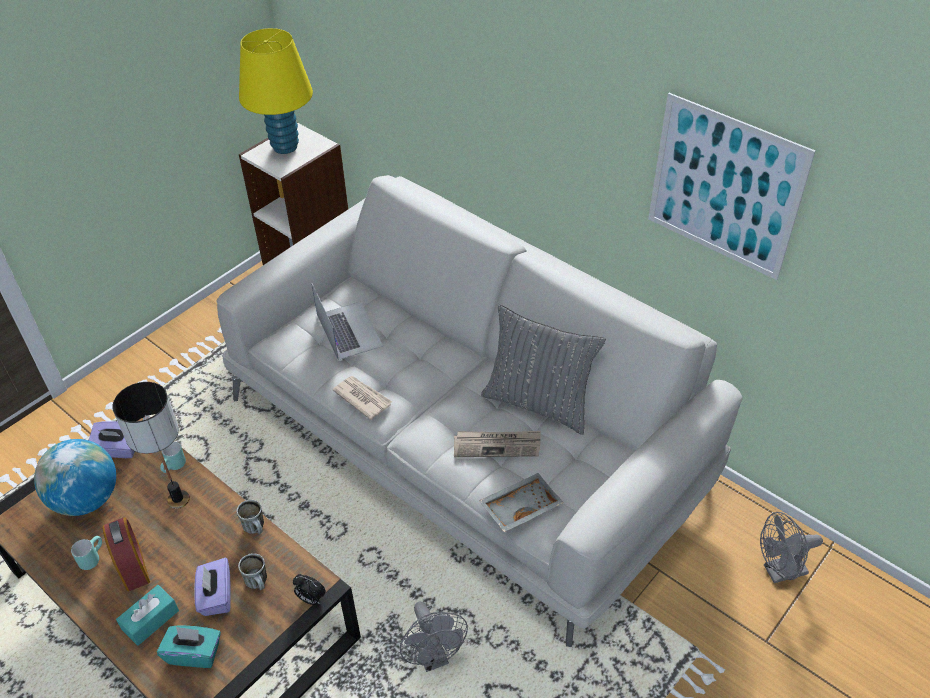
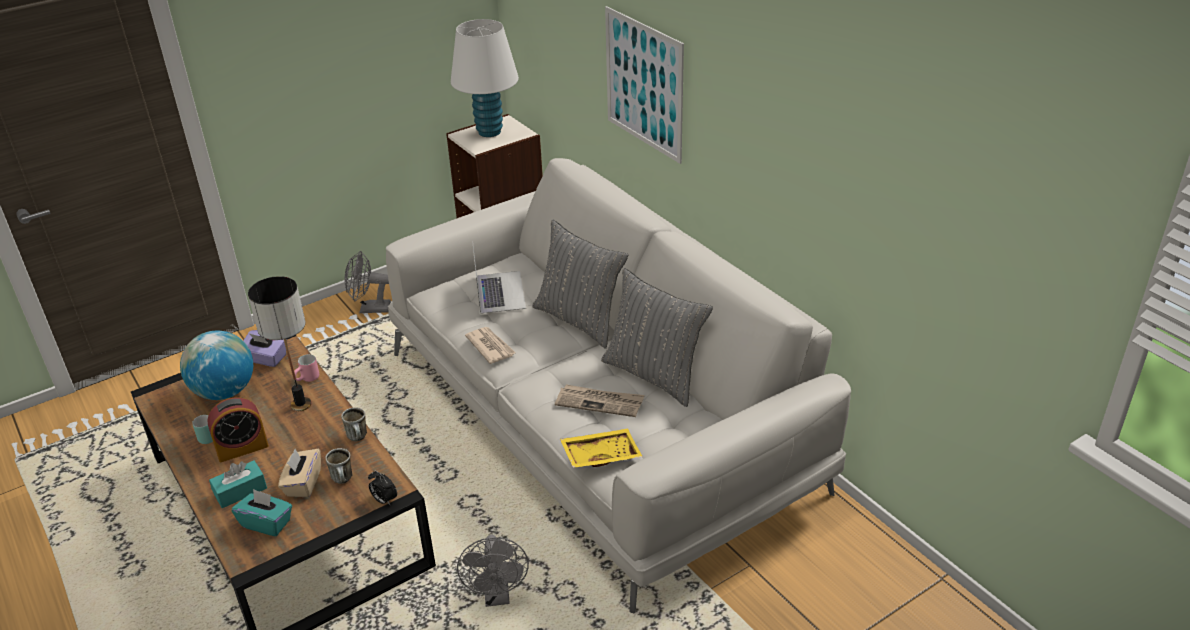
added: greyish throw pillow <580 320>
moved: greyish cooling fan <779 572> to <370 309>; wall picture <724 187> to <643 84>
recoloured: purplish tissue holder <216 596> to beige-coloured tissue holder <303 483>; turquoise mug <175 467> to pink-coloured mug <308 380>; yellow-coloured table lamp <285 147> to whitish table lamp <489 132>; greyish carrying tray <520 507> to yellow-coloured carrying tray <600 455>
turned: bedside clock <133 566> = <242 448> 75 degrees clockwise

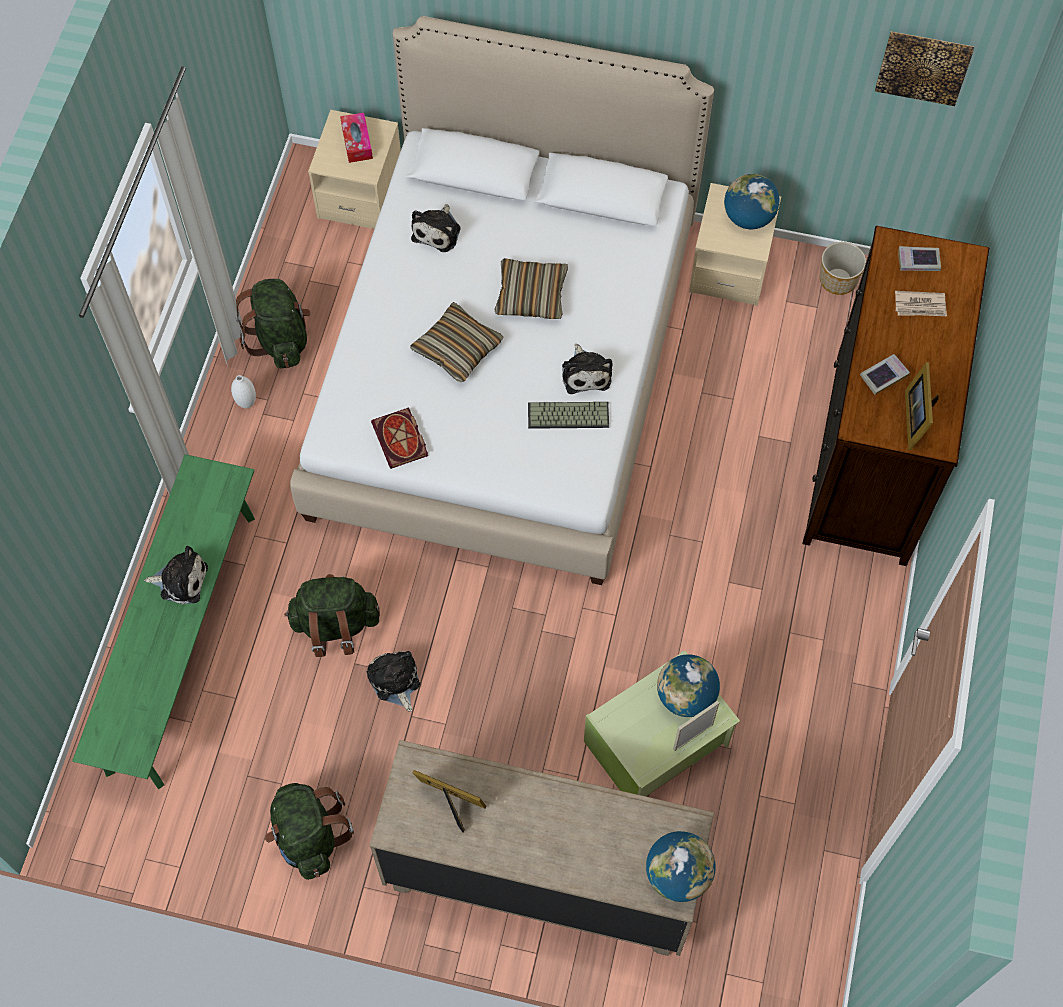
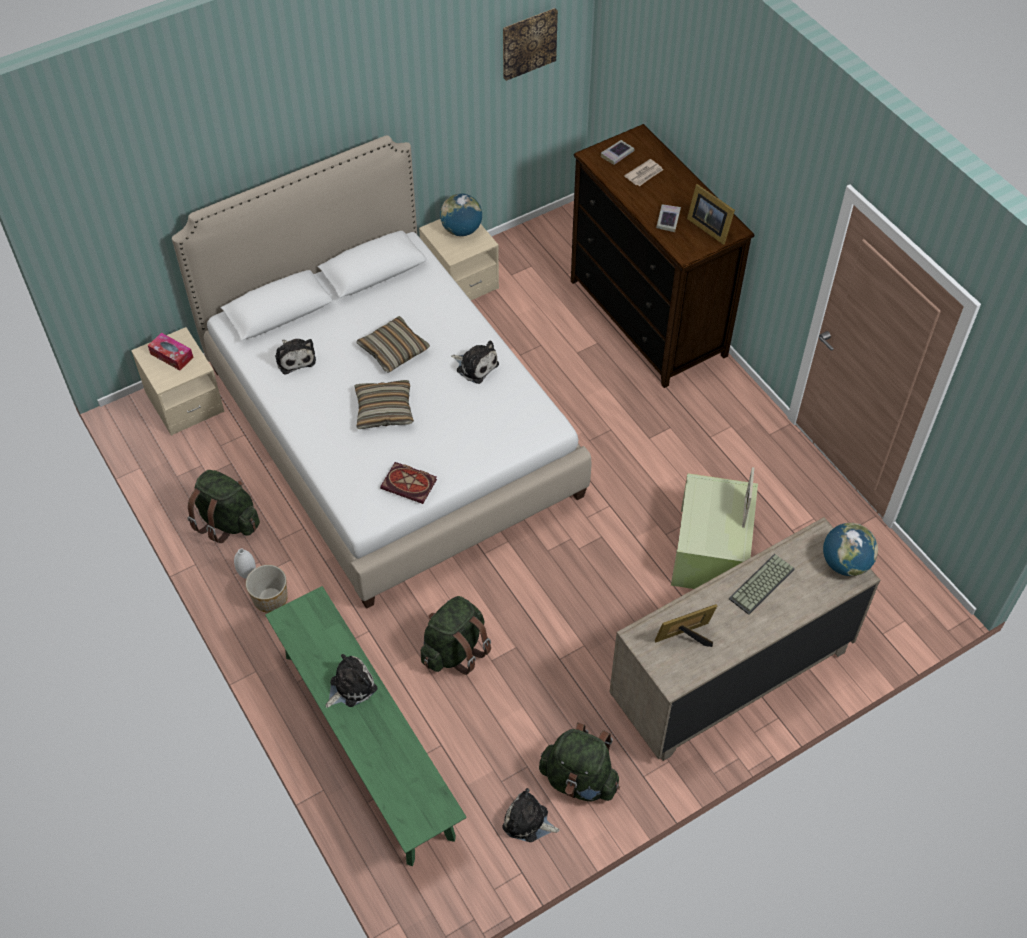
removed: desk globe <686 696>
moved: flower pot <837 280> to <270 599>; soft toy <395 681> to <528 822>; keyboard <567 417> to <762 585>

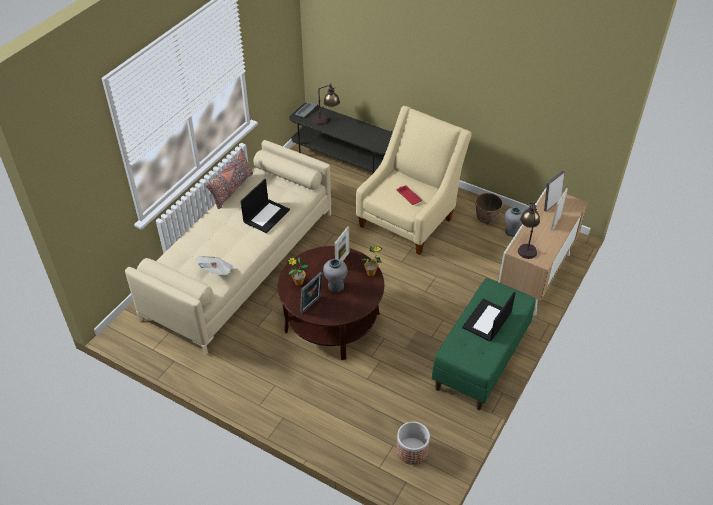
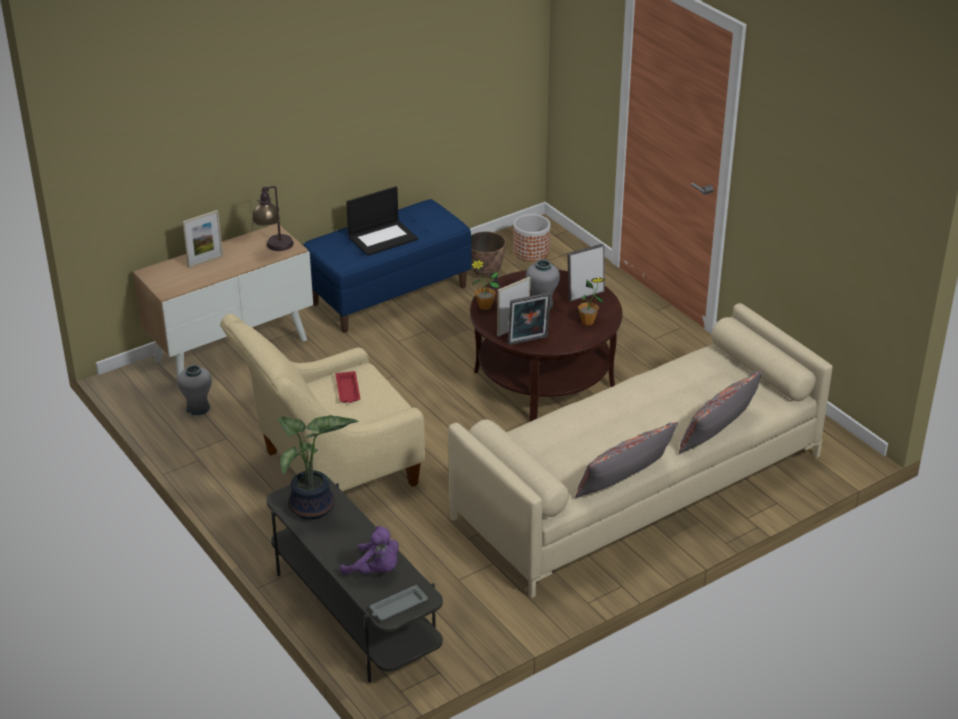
removed: daily paper <217 272>; portable computer <266 215>
added: plant in a pot <313 509>; greyish throw pillow <718 431>
moved: flower pot <486 220> to <485 273>; photo frame <551 204> to <528 341>
replaced: table lamp <326 121> to purplish soft toy <375 570>
recoloured: green-coloured long seat <481 360> to blue-coloured long seat <389 294>

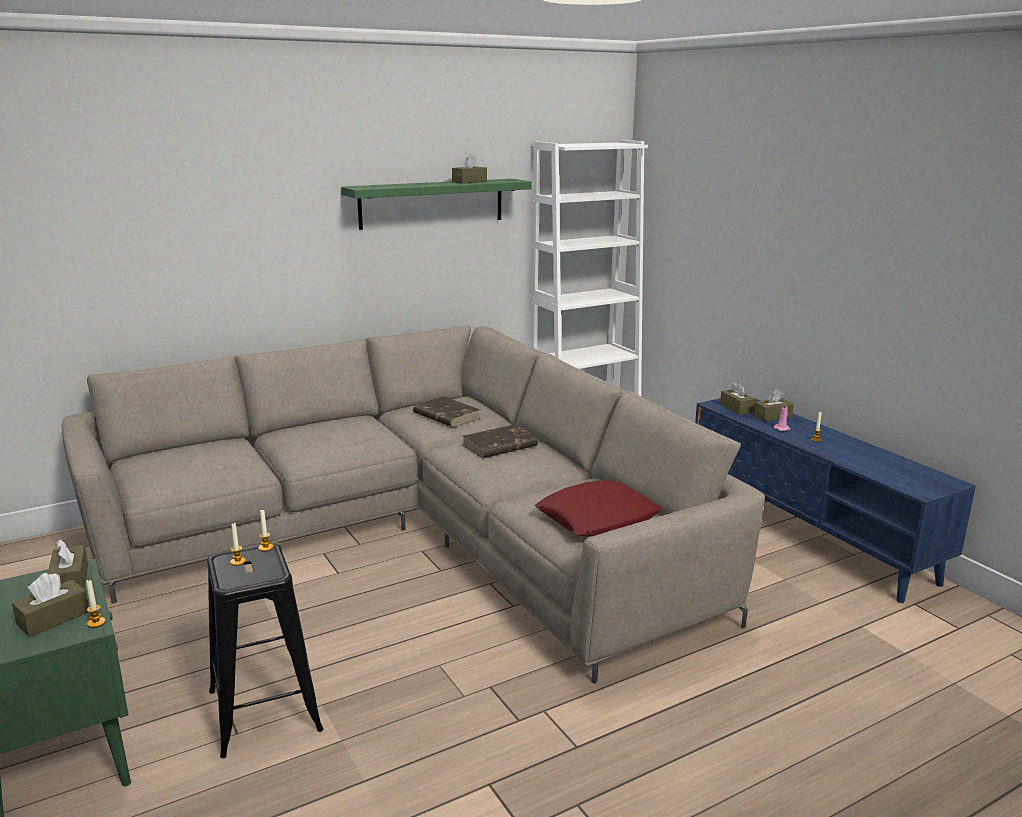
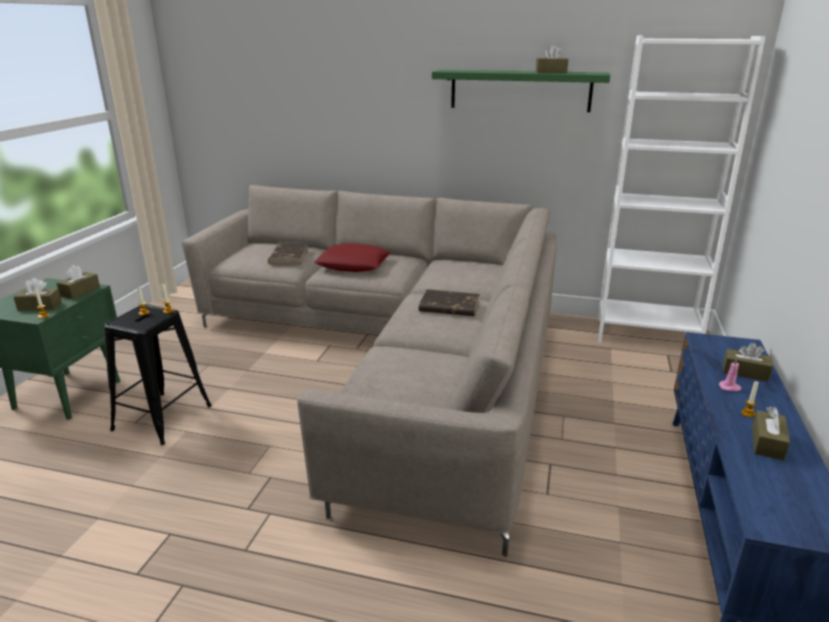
moved: brownish book <446 415> to <288 256>; red throw pillow <598 518> to <353 264>; brownish tissue holder <736 408> to <767 443>

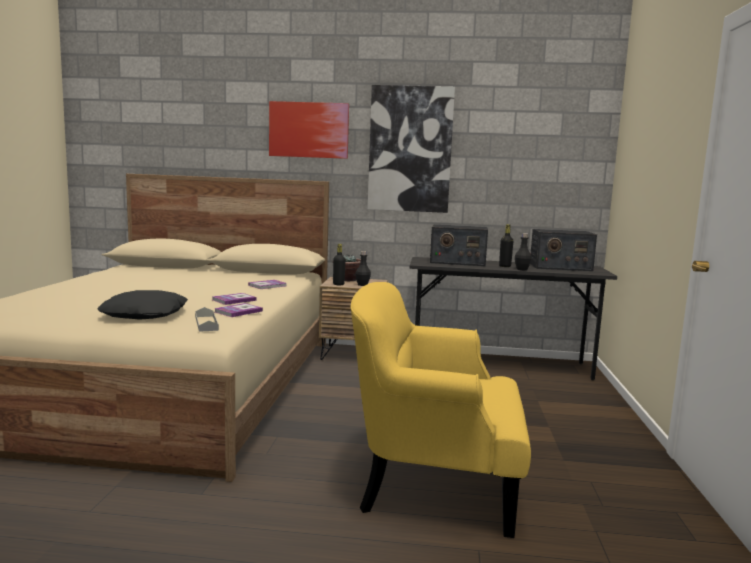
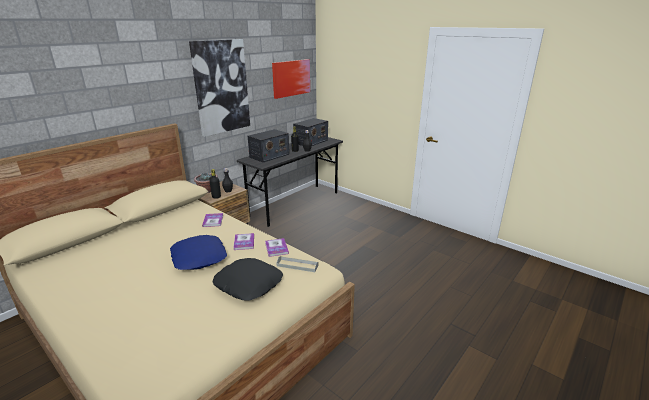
removed: yellow-coloured easy chair <433 484>
added: blue-coloured throw pillow <199 257>
moved: wall picture <309 130> to <291 78>

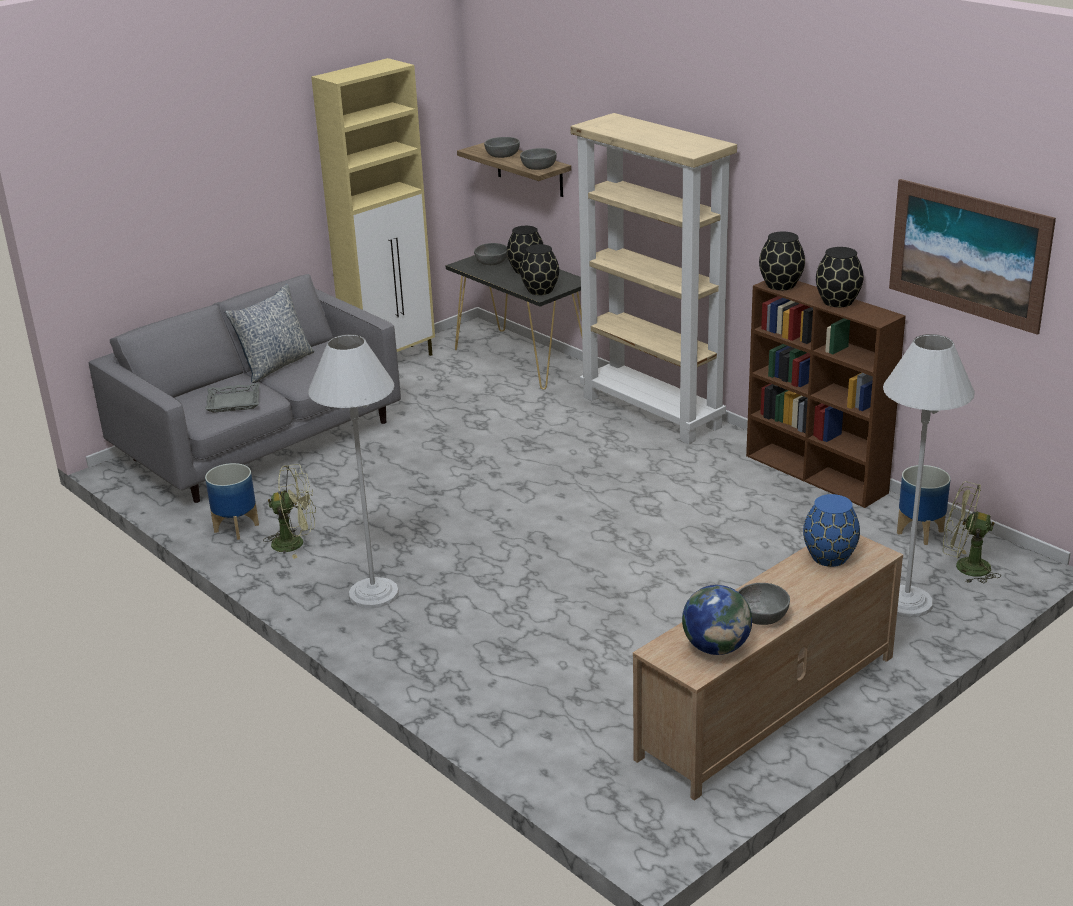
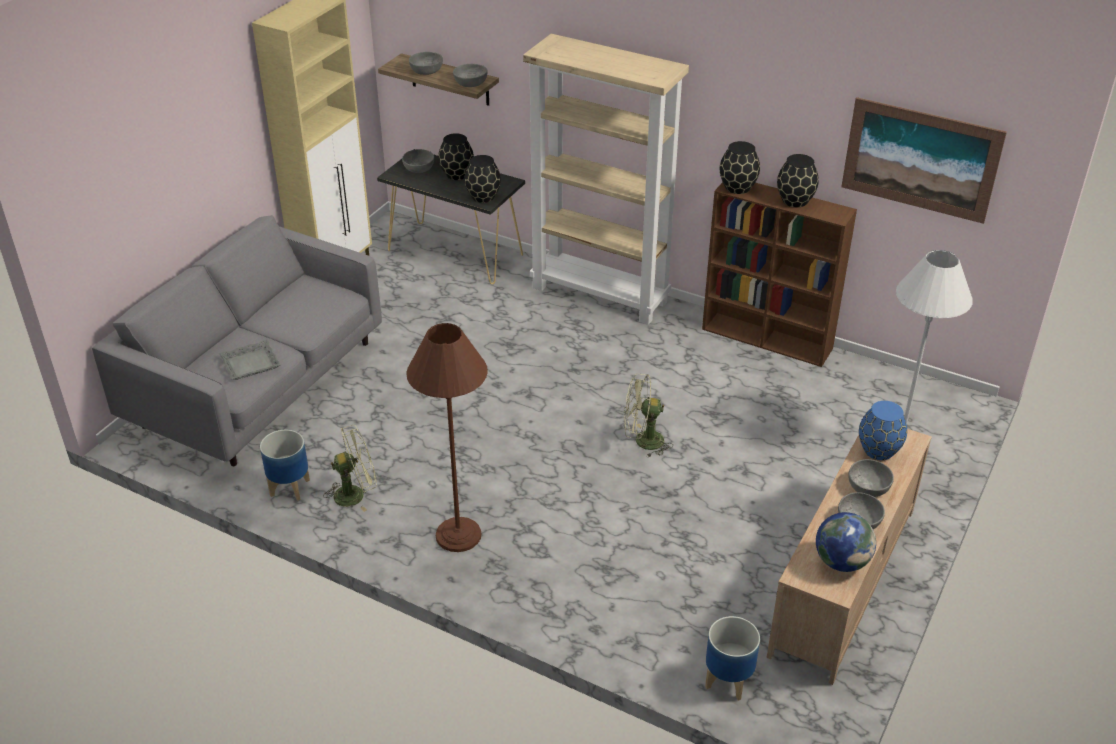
removed: throw pillow <275 365>
added: greyish deep dish <868 487>
moved: green-coloured cooling fan <964 567> to <642 441>; flower pot <921 532> to <729 681>
recoloured: whitish floor lamp <373 594> to brownish floor lamp <458 535>

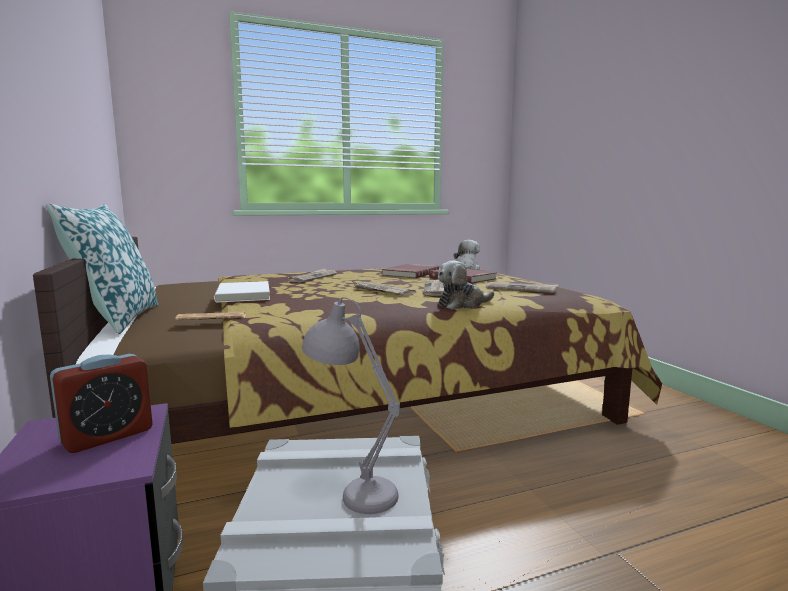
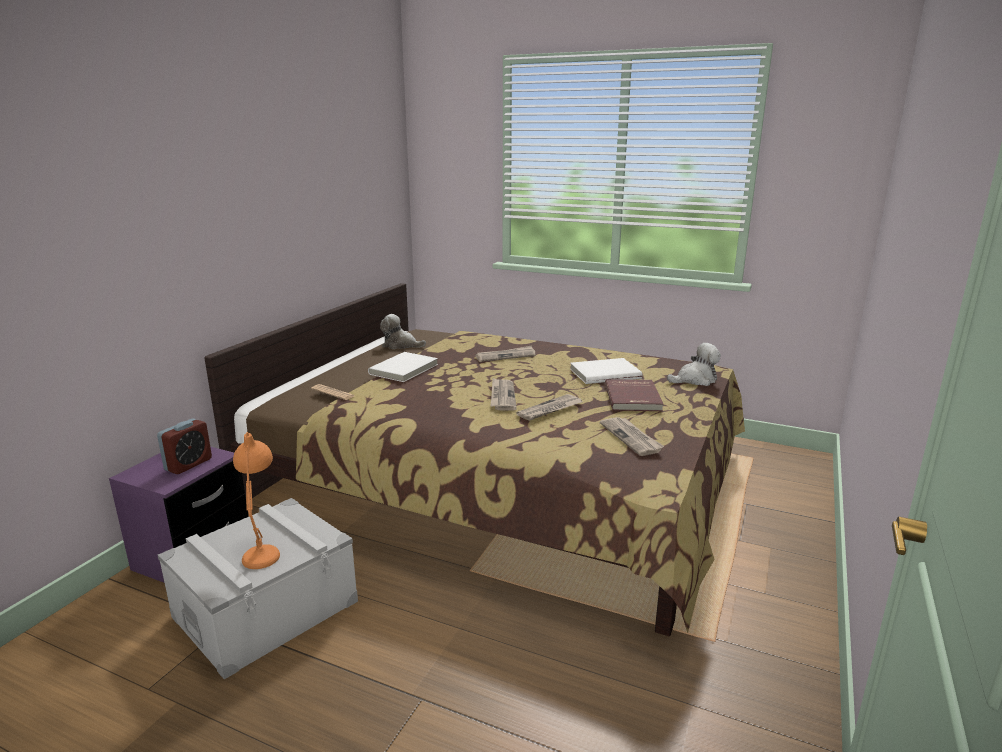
removed: throw pillow <117 319>
moved: soft toy <463 304> to <400 345>
recoloured: greyish table lamp <352 488> to orange-coloured table lamp <263 548>; red book <410 273> to whitish book <604 373>
turned: bedside clock <107 436> = <188 464> 60 degrees counterclockwise

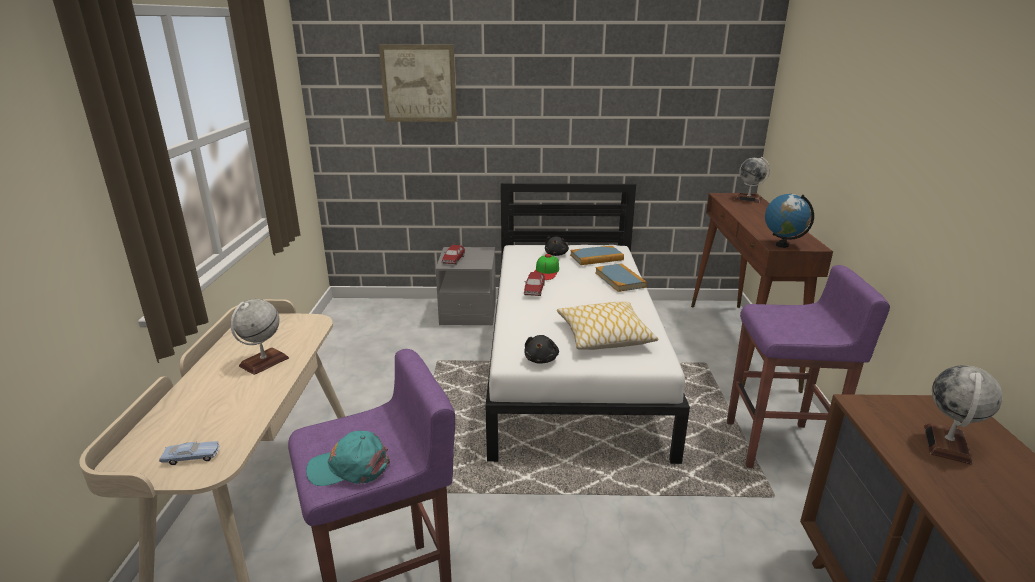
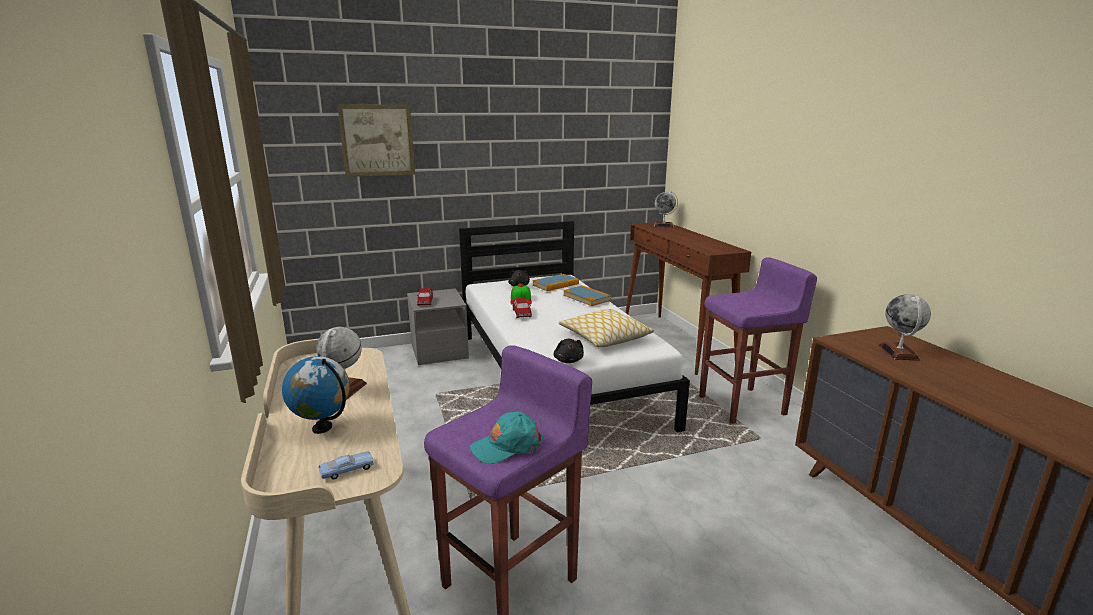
moved: desk globe <782 245> to <322 428>

